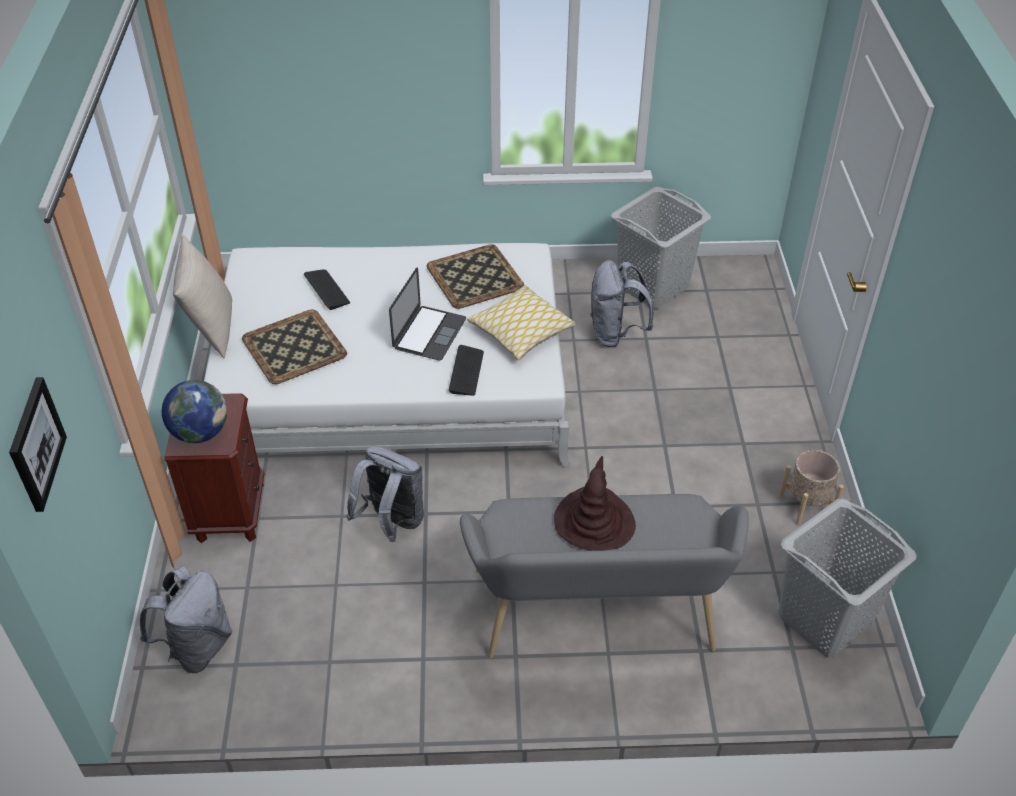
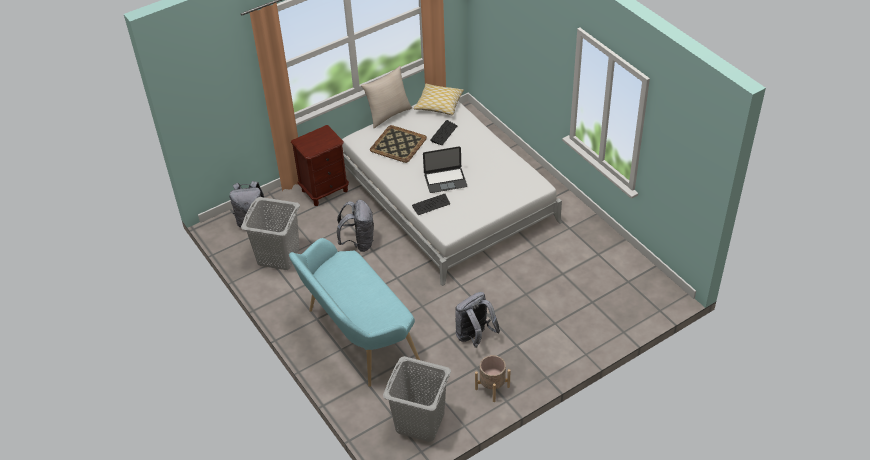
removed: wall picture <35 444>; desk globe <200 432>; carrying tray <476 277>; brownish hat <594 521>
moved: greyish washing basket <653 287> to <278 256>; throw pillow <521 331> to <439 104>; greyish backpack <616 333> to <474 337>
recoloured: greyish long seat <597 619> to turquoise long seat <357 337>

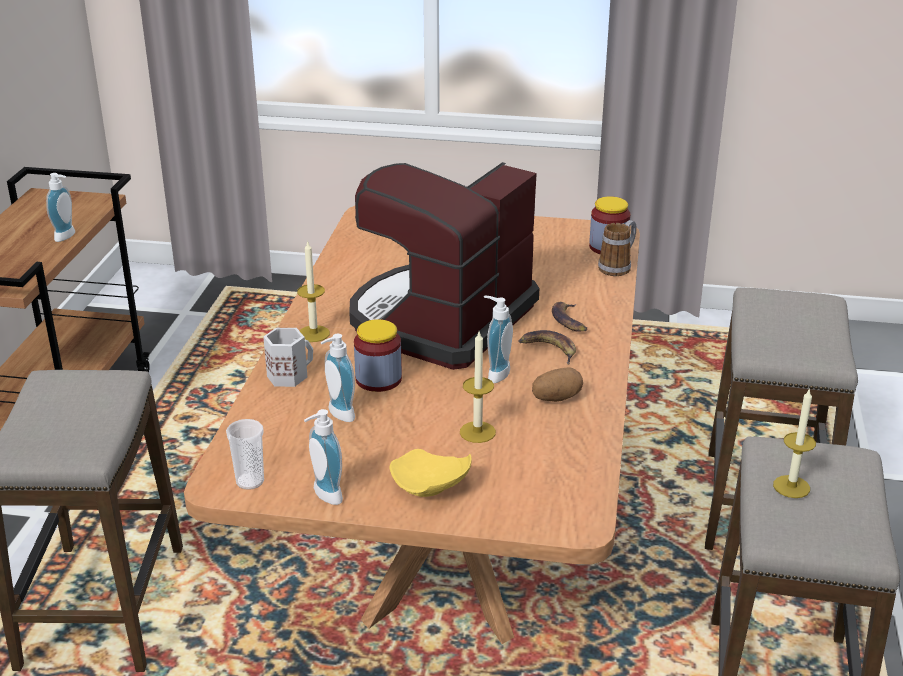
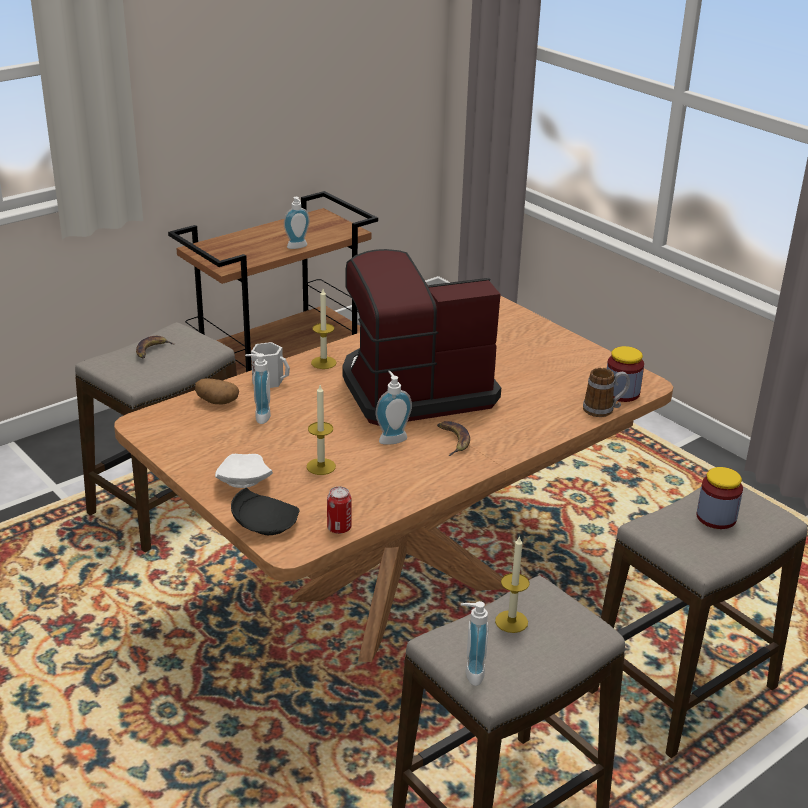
removed: cup <250 481>
added: blackish plate <264 524>; sealed can <339 528>
moved: whole banana <569 320> to <152 350>; spud <556 398> to <216 402>; liquid soap bottle <324 496> to <470 673>; jar <378 379> to <716 517>
recoloured: yellow-coloured plate <429 486> to whitish plate <242 481>

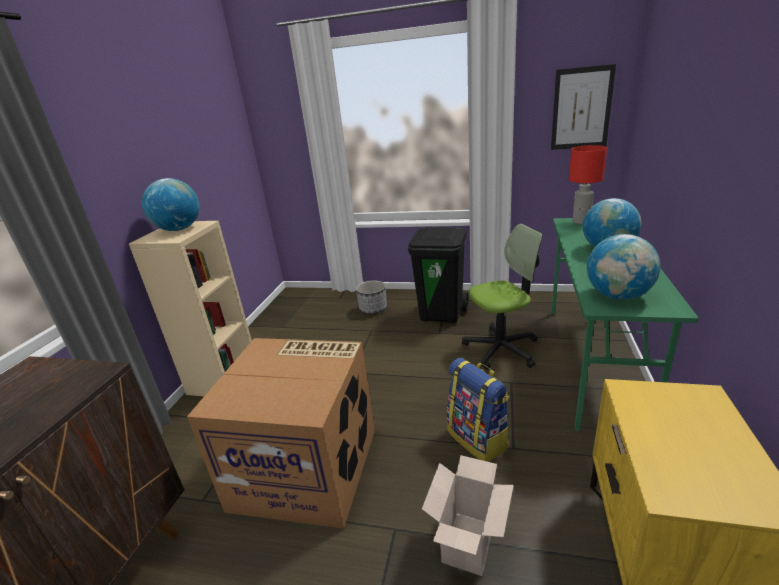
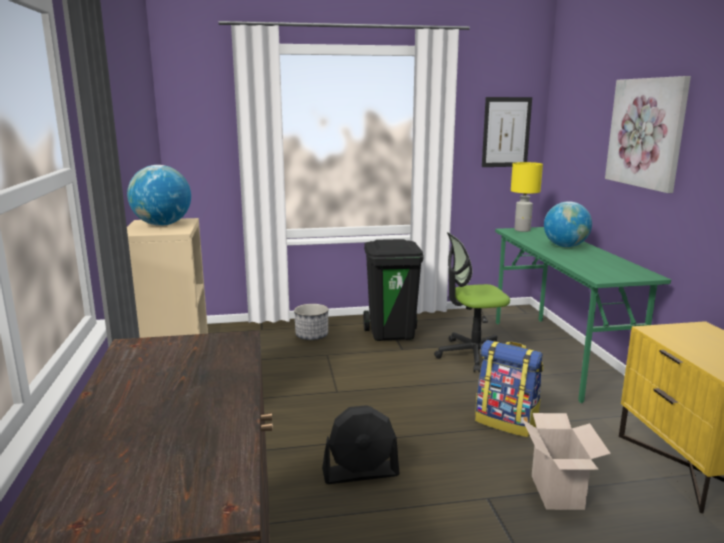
removed: desk globe <617 296>
added: wall picture <647 133>
replaced: packing box <308 467> to blackish cooling fan <361 472>
recoloured: red table lamp <581 221> to yellow-coloured table lamp <522 230>
turned: computer chair <501 349> = <473 355> 150 degrees counterclockwise

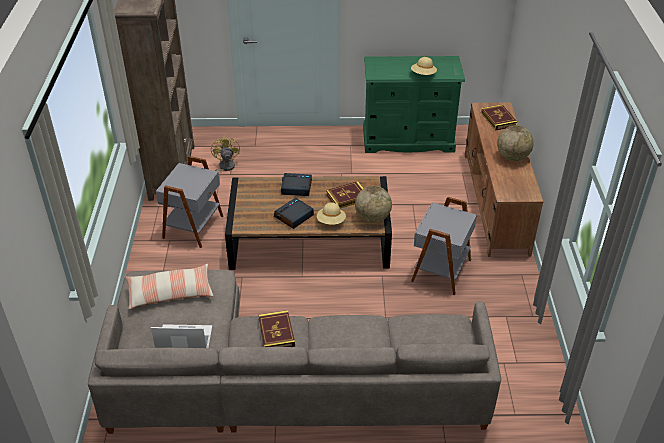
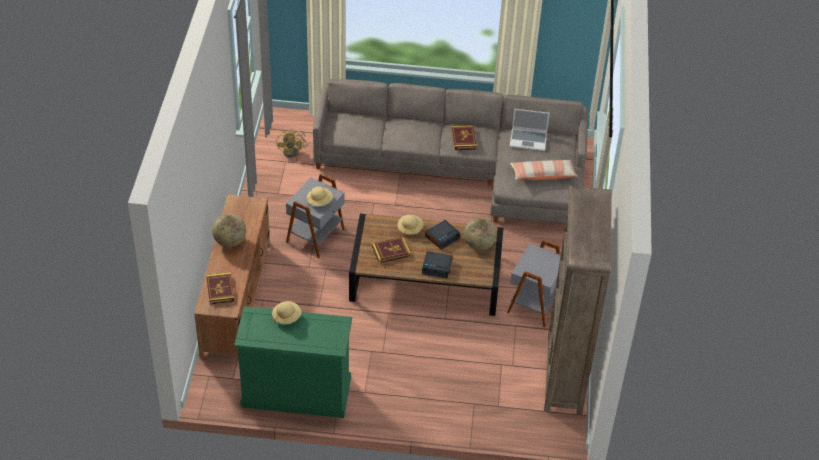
added: beige-coloured hat <319 201>
moved: yellow-coloured cooling fan <224 168> to <293 151>; desk globe <372 218> to <479 244>

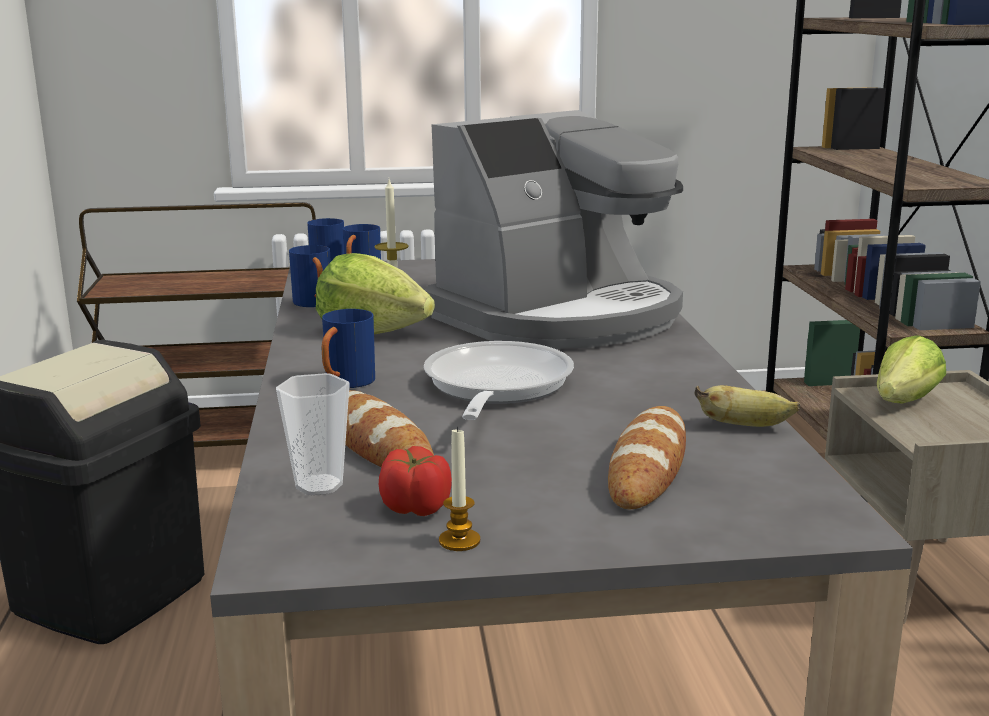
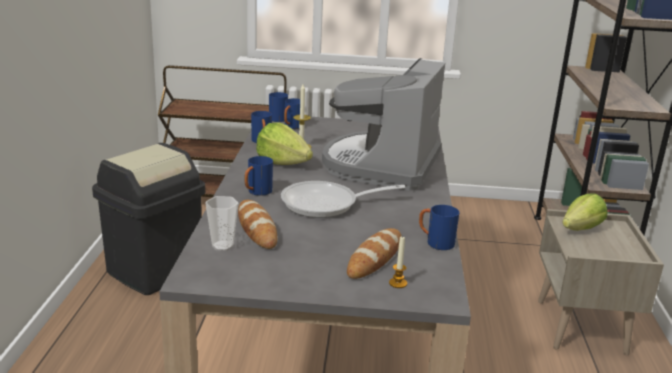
removed: fresh tomato <416 508>
moved: wax light <459 541> to <398 283>
replaced: whole banana <745 426> to blue-coloured mug <435 242>
turned: frying pan <494 388> = <326 204> 120 degrees counterclockwise; coffee brewer <560 317> = <382 165> 135 degrees clockwise

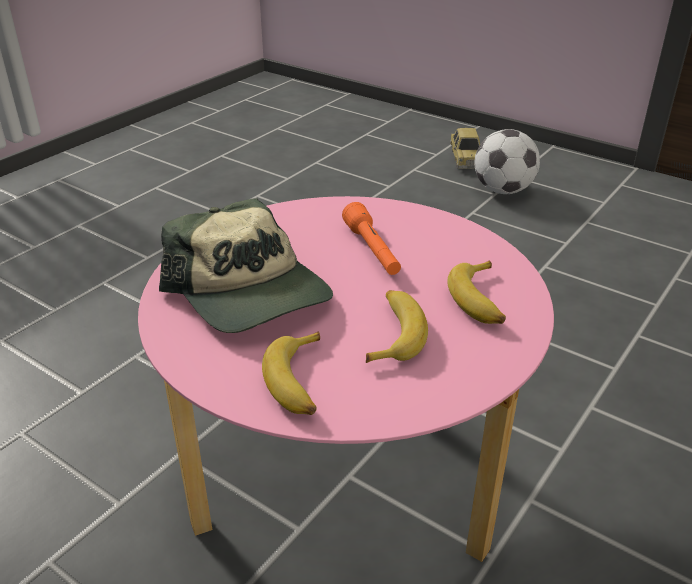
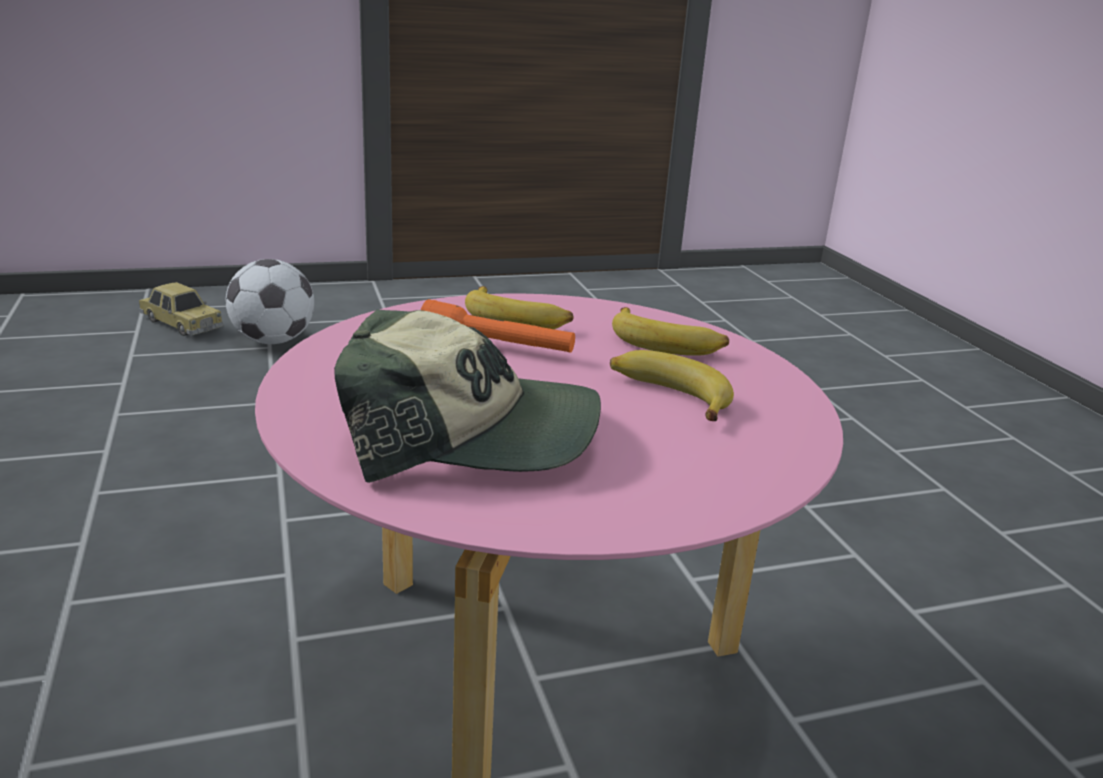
moved: whole banana <299 382> to <517 320>

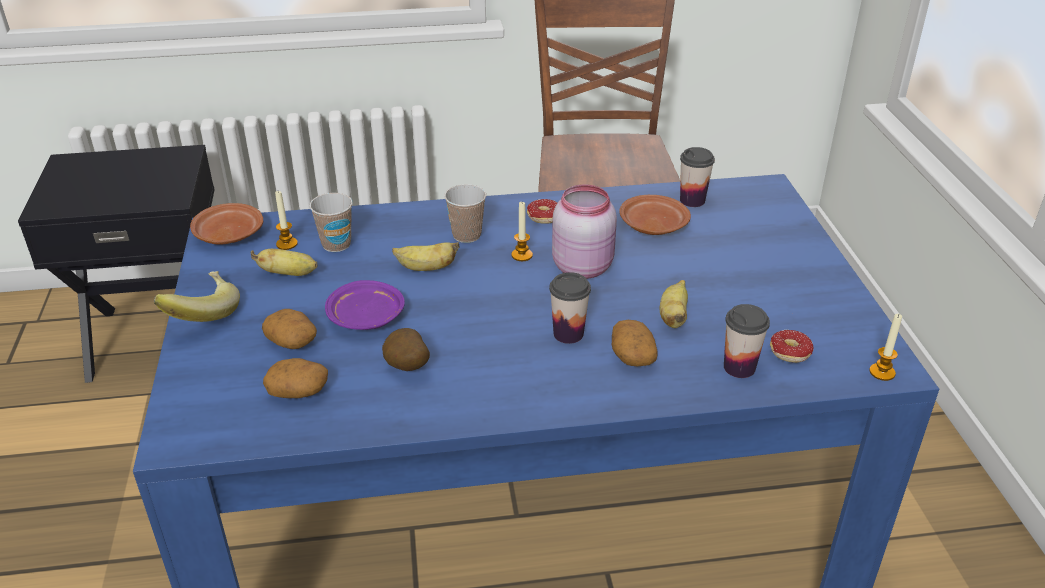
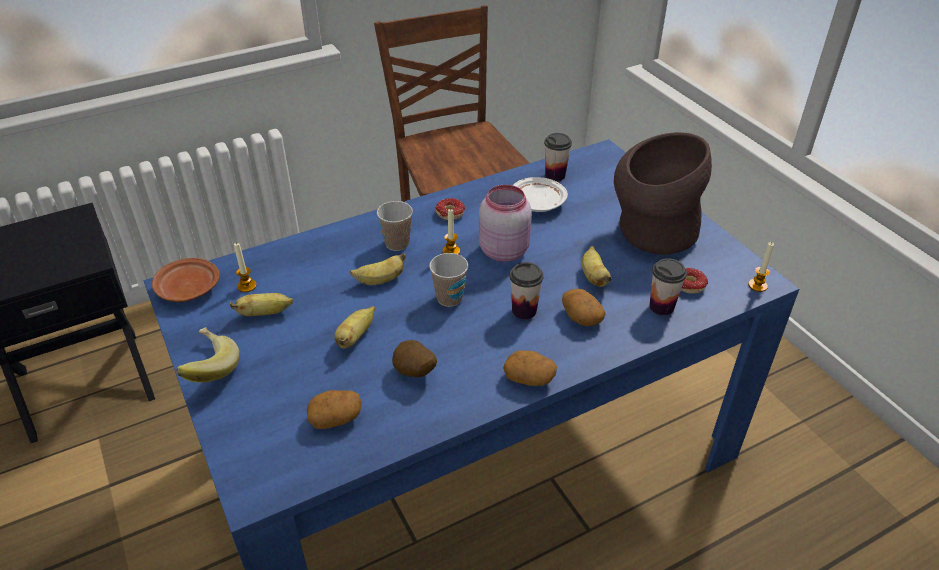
added: brownish decorative vase <650 233>
moved: cup <336 244> to <449 298>; spud <292 342> to <529 378>
replaced: purplish plate <366 317> to whole banana <355 337>
recoloured: brownish plate <652 225> to whitish plate <537 203>

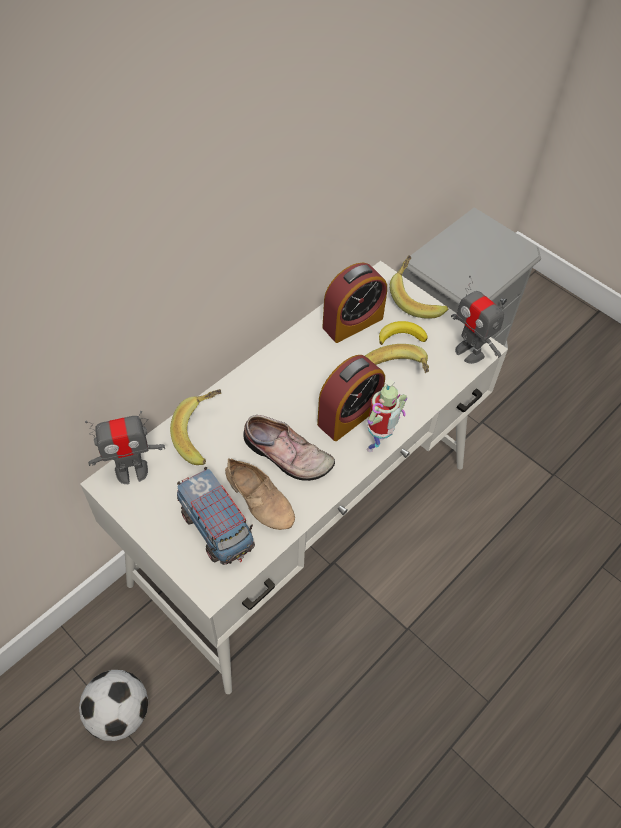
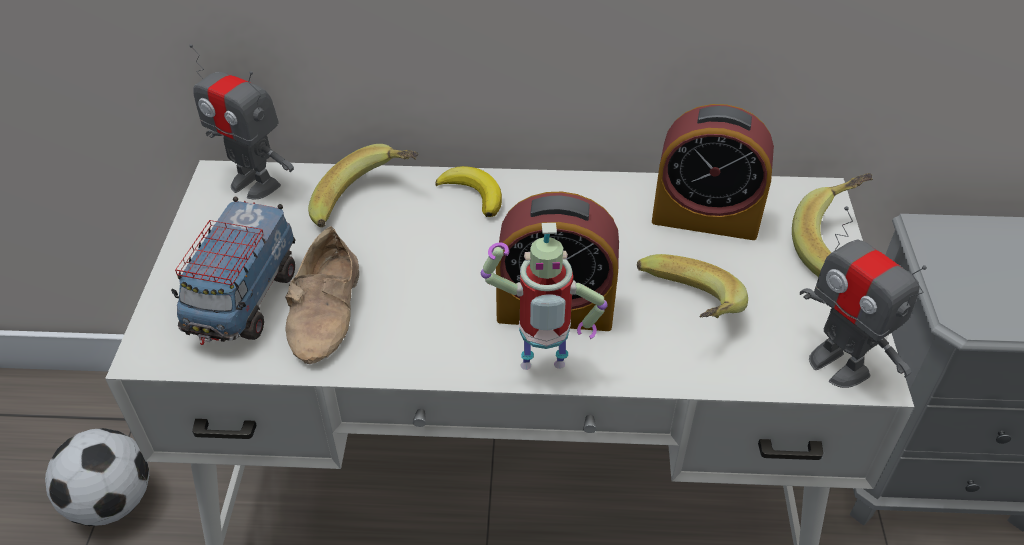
removed: shoe <286 456>
moved: whole banana <401 336> to <473 194>
turned: toy robot <469 352> = <838 364> 45 degrees counterclockwise

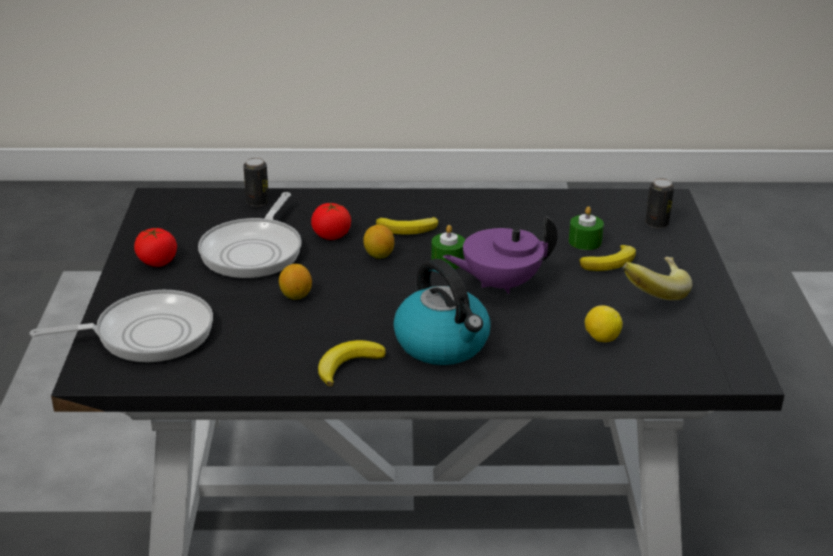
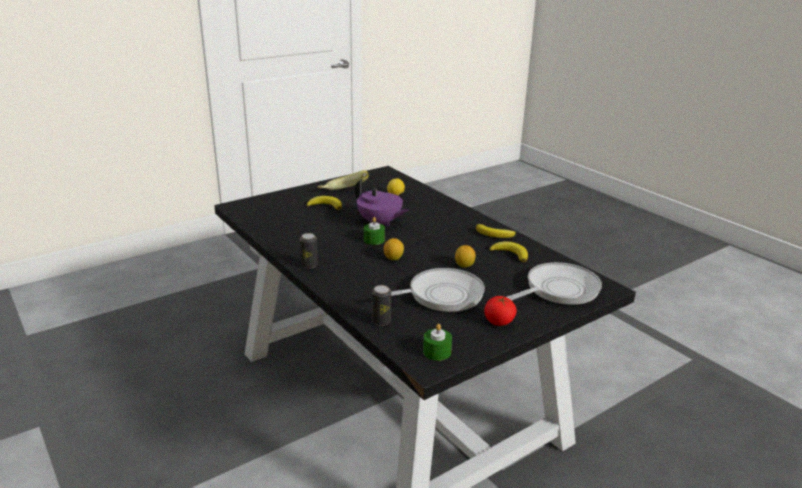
removed: fresh tomato <331 235>; water kettle <443 344>
moved: sealed can <656 223> to <309 265>; green-coloured wax light <585 241> to <437 352>; whole banana <409 229> to <510 254>
turned: frying pan <147 334> = <558 289> 105 degrees clockwise

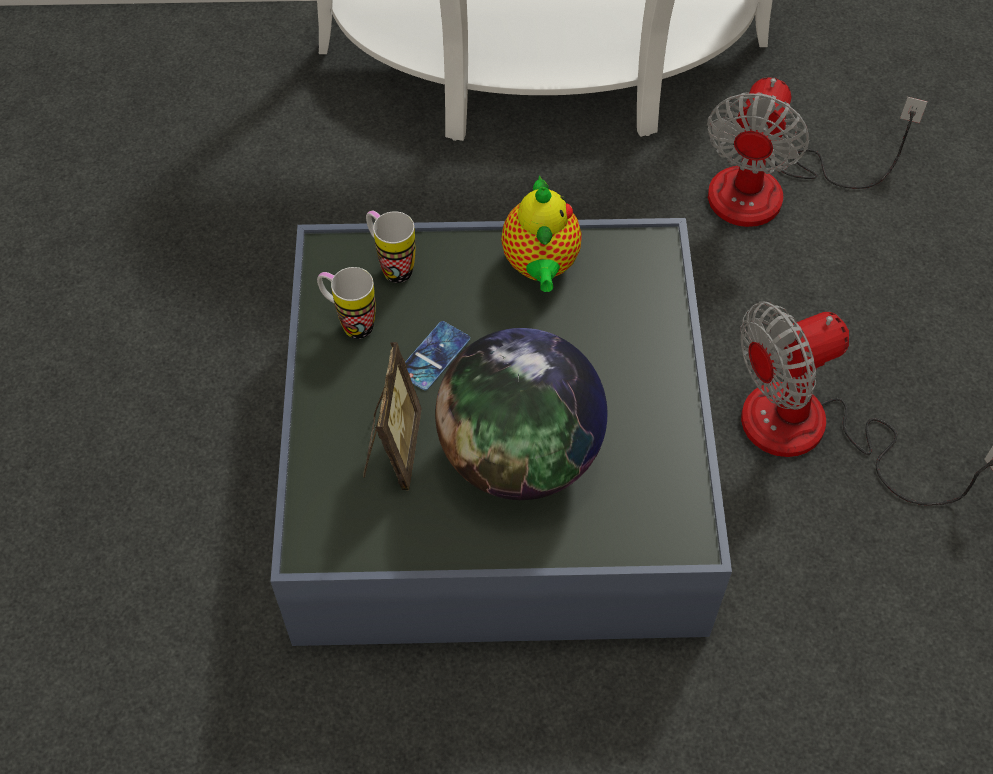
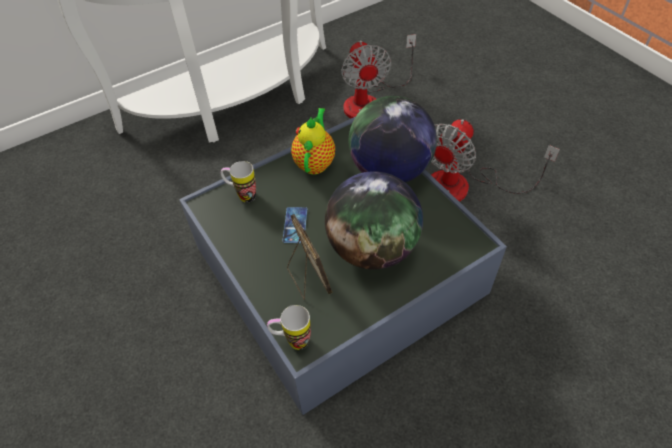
added: desk globe <389 171>
moved: mug <349 323> to <292 341>
turned: teapot <540 267> = <315 162> 135 degrees counterclockwise

